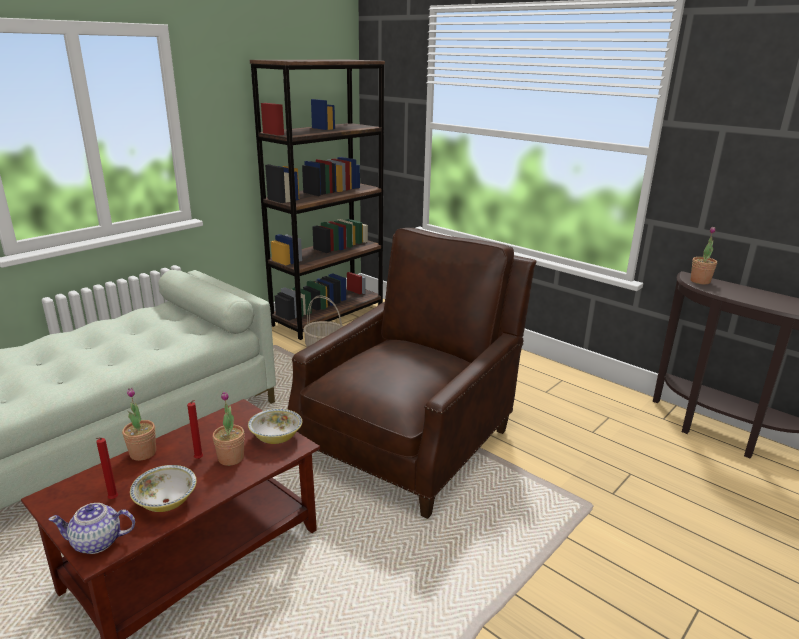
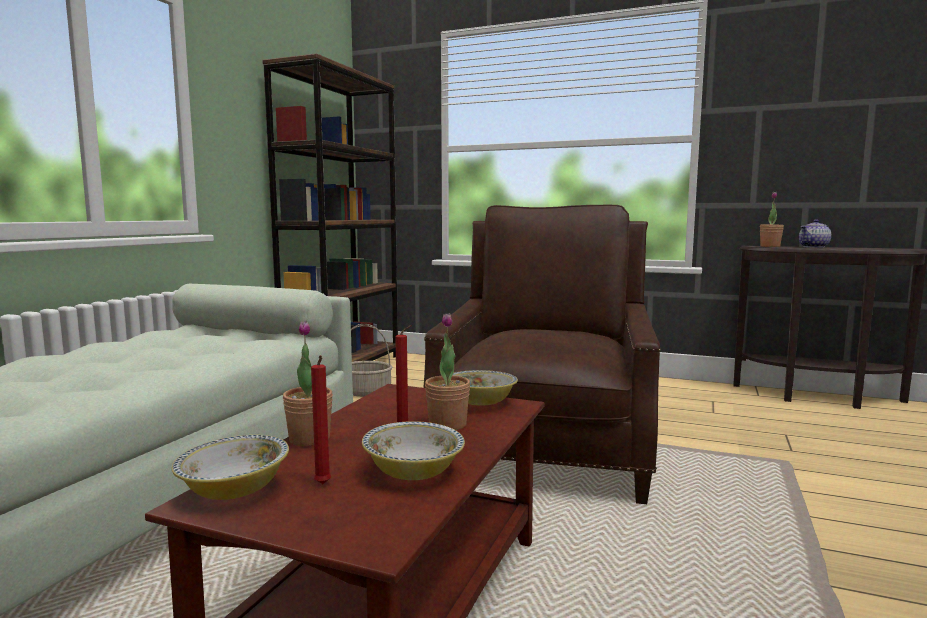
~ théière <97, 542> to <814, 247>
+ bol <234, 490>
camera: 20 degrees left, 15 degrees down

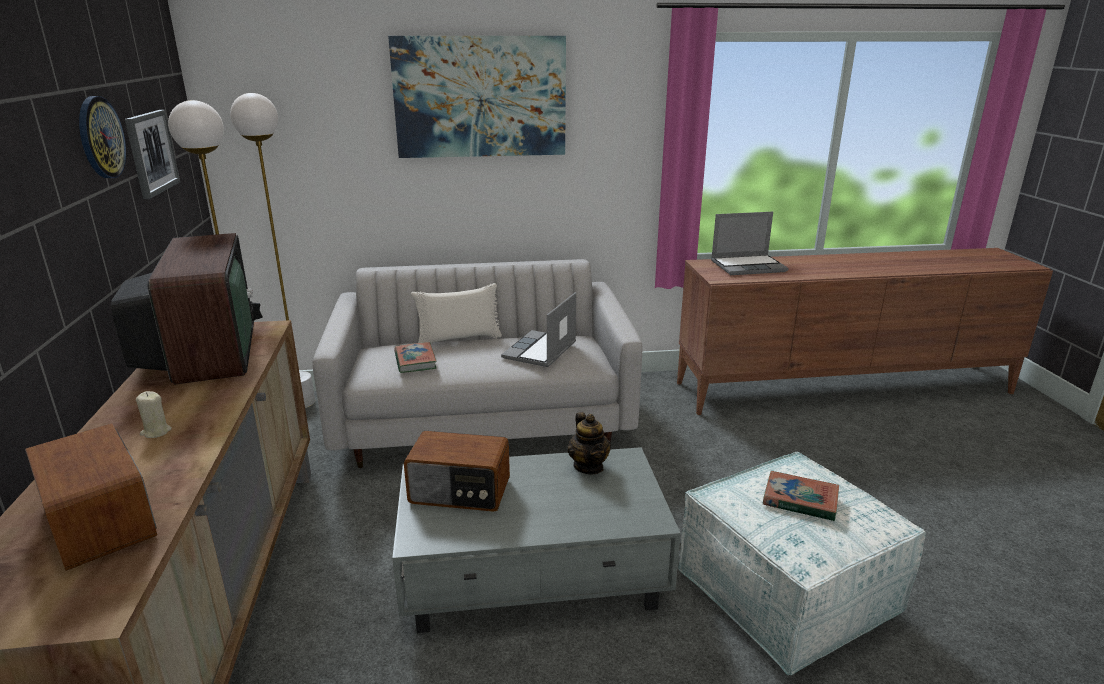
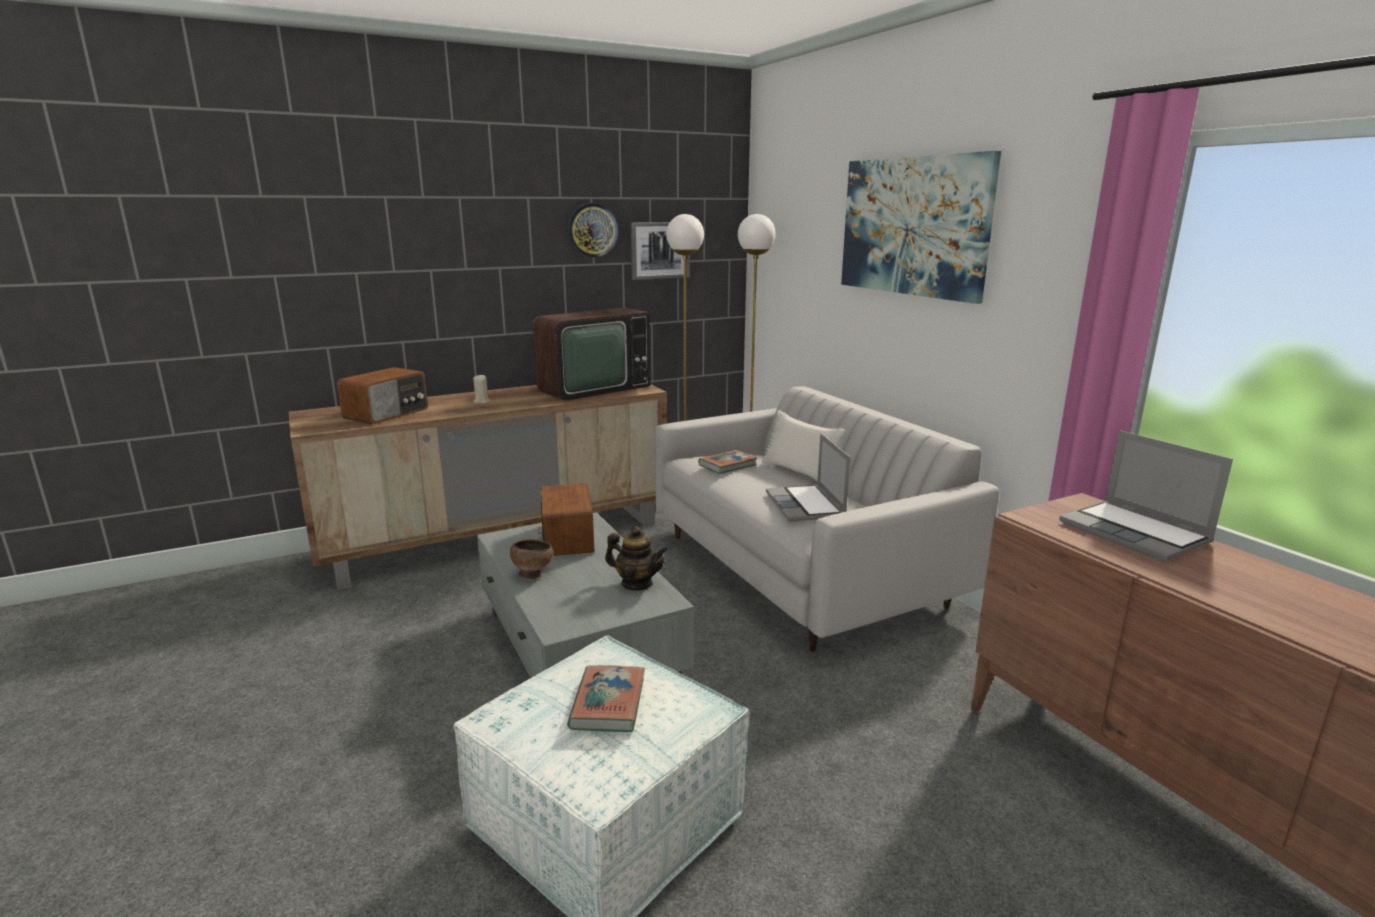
~ ordinateur portable <540, 351> = <806, 505> 105 degrees counterclockwise
~ théière <589, 466> = <637, 584> 120 degrees counterclockwise
+ bol (marron) <532, 575>
camera: 70 degrees right, 5 degrees down

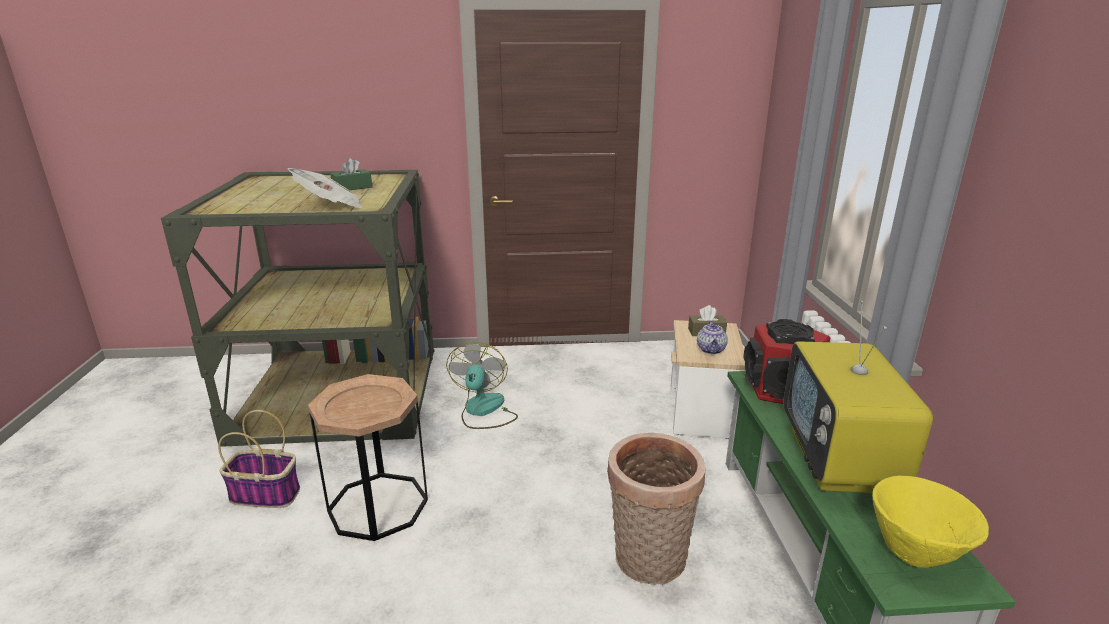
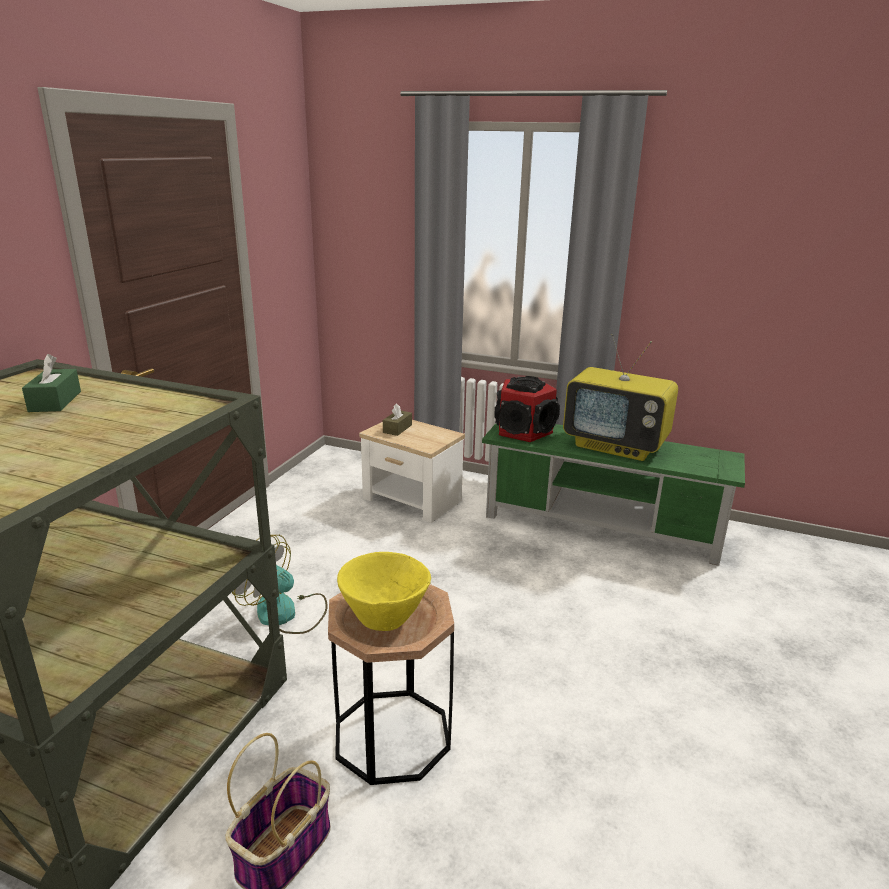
- journal <330, 206>
- théière <711, 350>
- panier <648, 562>
~ bol (jaune) <916, 552> to <385, 618>
camera: 65 degrees left, 0 degrees up

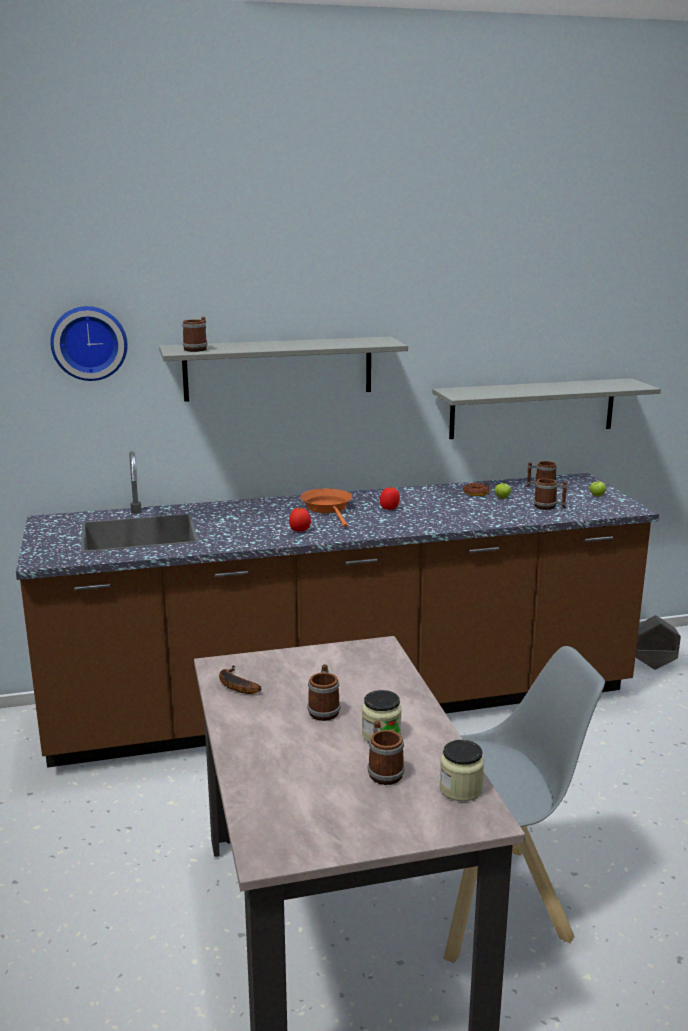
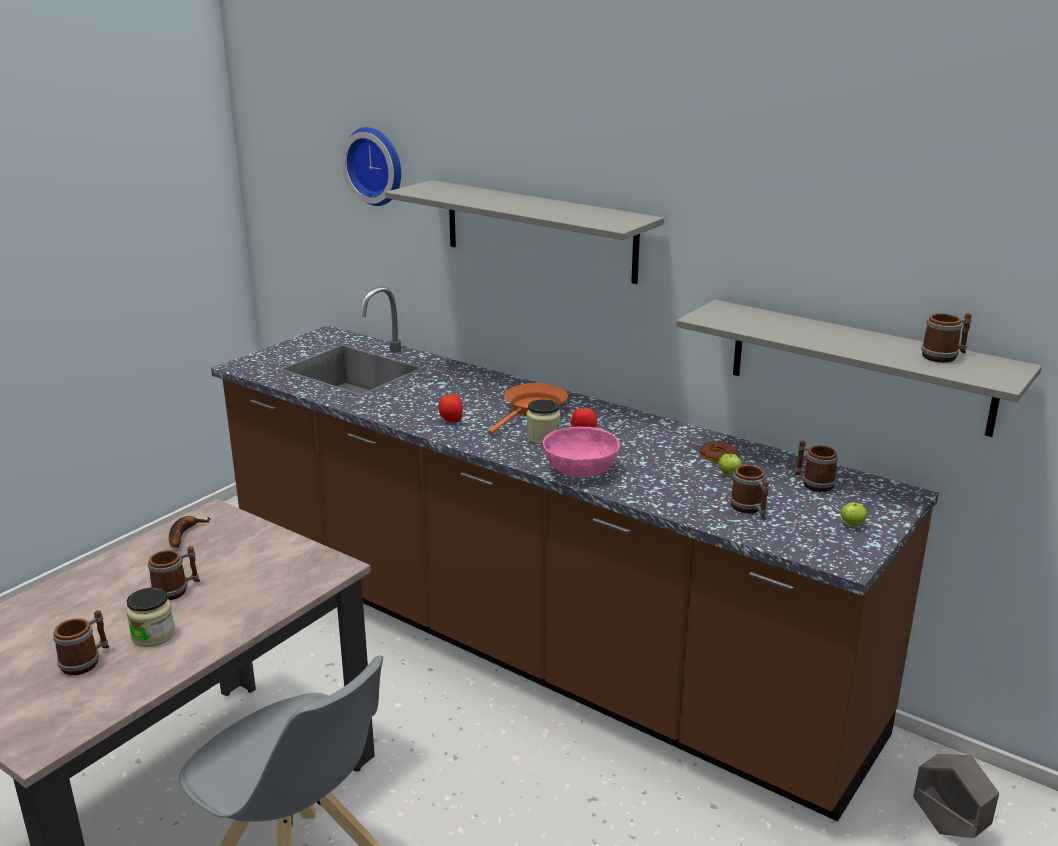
~ mug <197, 349> to <944, 356>
~ bocal <460, 789> to <543, 437>
+ bol (rose) <580, 470>
camera: 50 degrees right, 5 degrees up

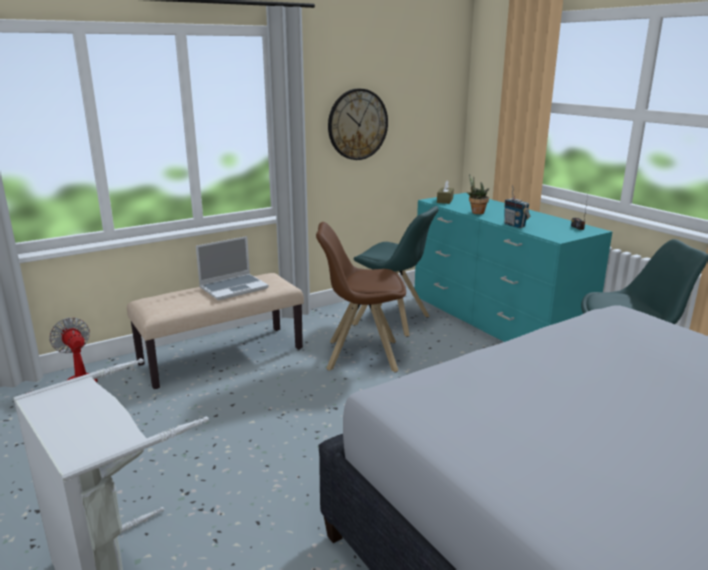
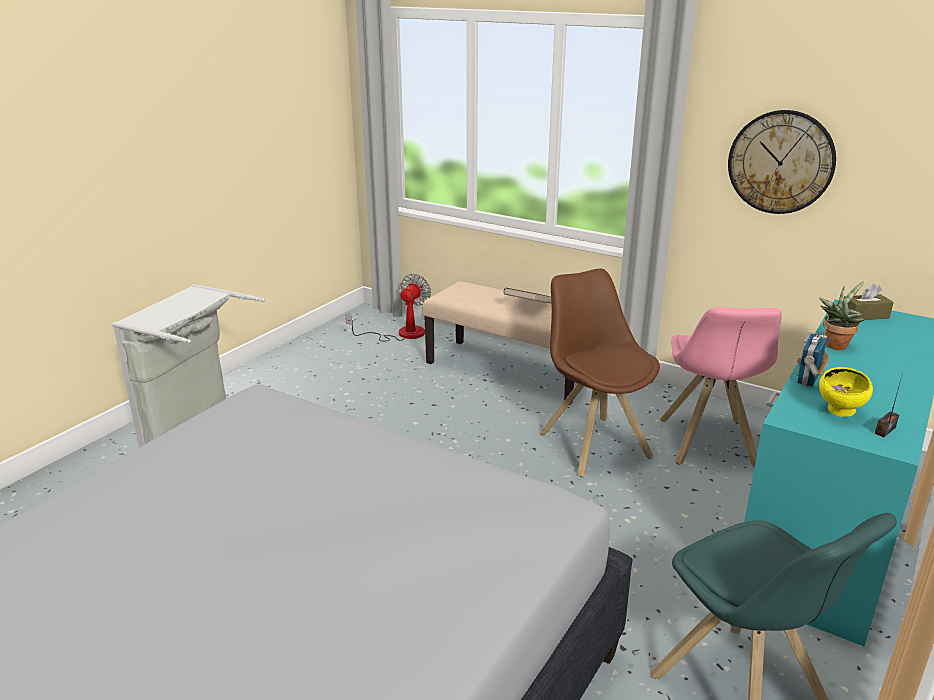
~ chaise (turquoise) <392, 320> to chaise (rose) <708, 442>
~ ordinateur portable <234, 288> to livre (marron) <528, 306>
+ bol (jaune) <840, 413>
camera: 65 degrees right, 5 degrees up

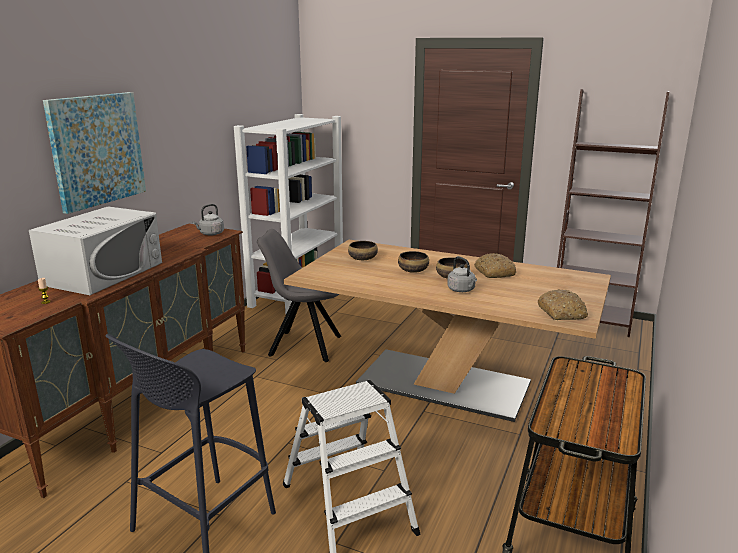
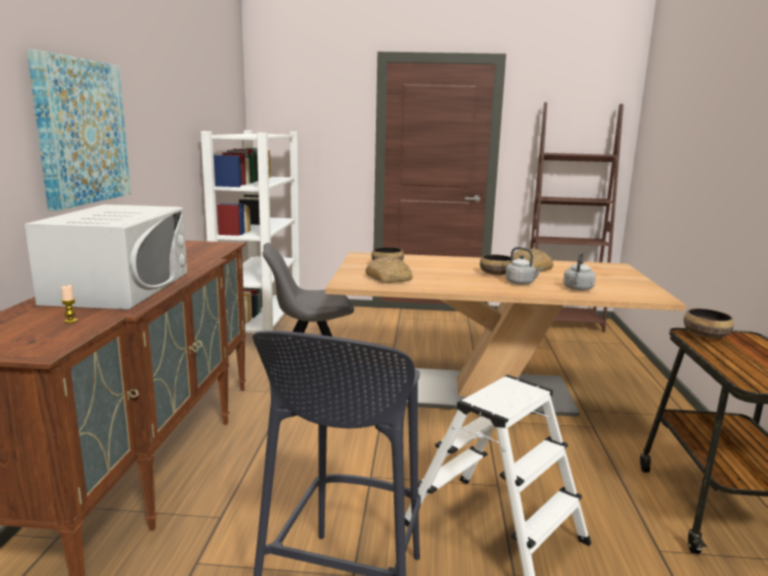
~ bouilloire (gris) <210, 234> to <577, 289>
~ bol <413, 270> to <705, 335>
~ pain <562, 313> to <389, 278>
camera: 20 degrees left, 5 degrees down

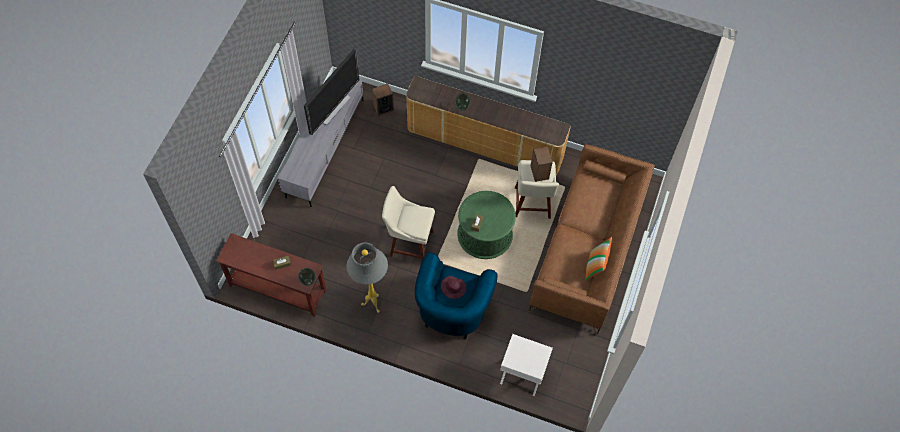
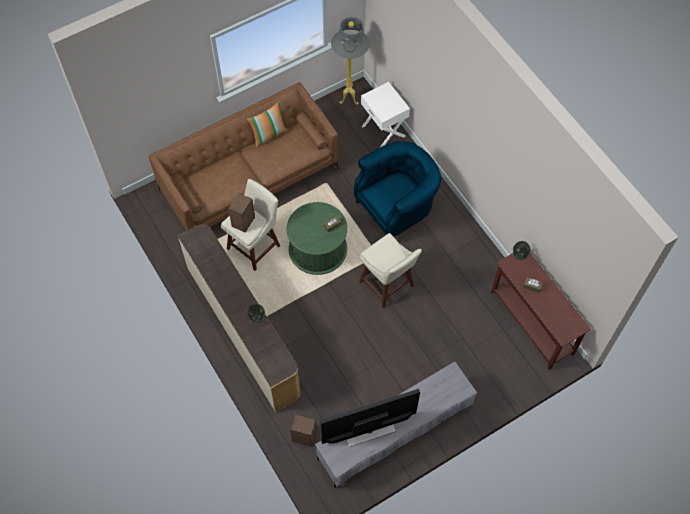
~ lampadaire (gris) <372, 304> to <350, 100>
- chapeau (violet) <453, 288>
camera: 140 degrees left, 0 degrees up

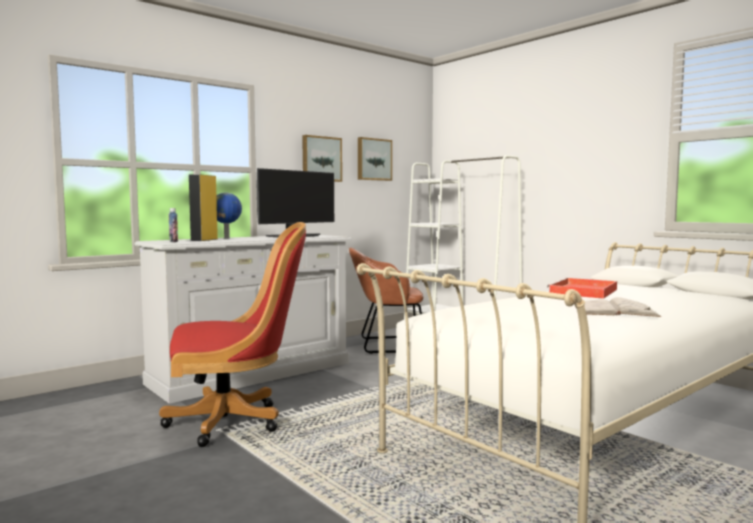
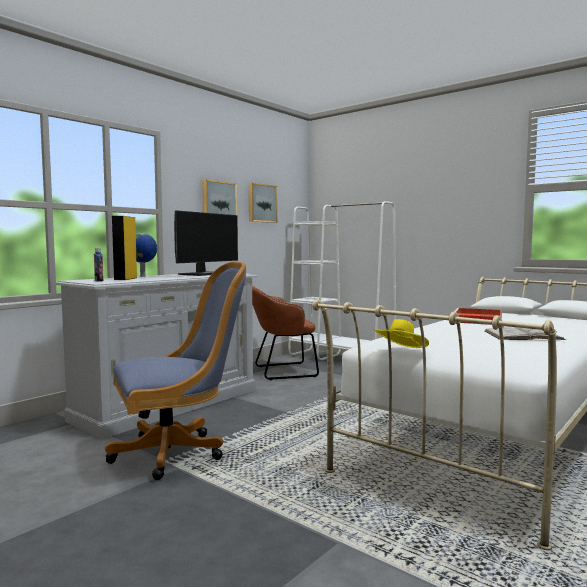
~ chaise de bureau (rouge) <236, 421> to chaise de bureau (bleu) <178, 452>
+ chapeau (jaune) <400, 351>
camera: 10 degrees left, 0 degrees up

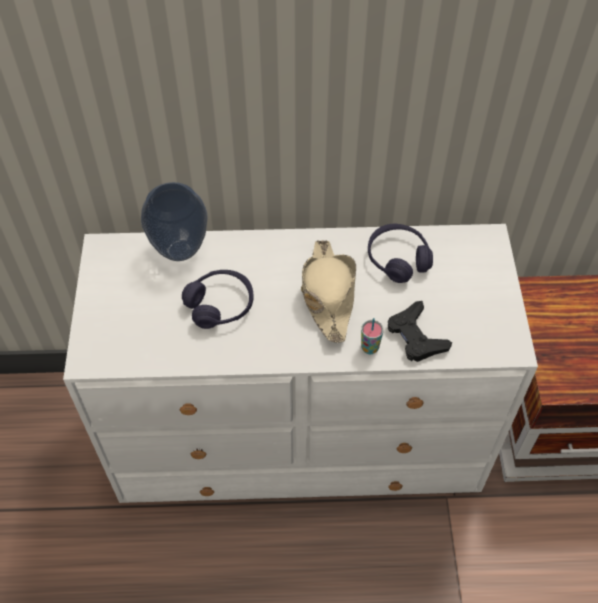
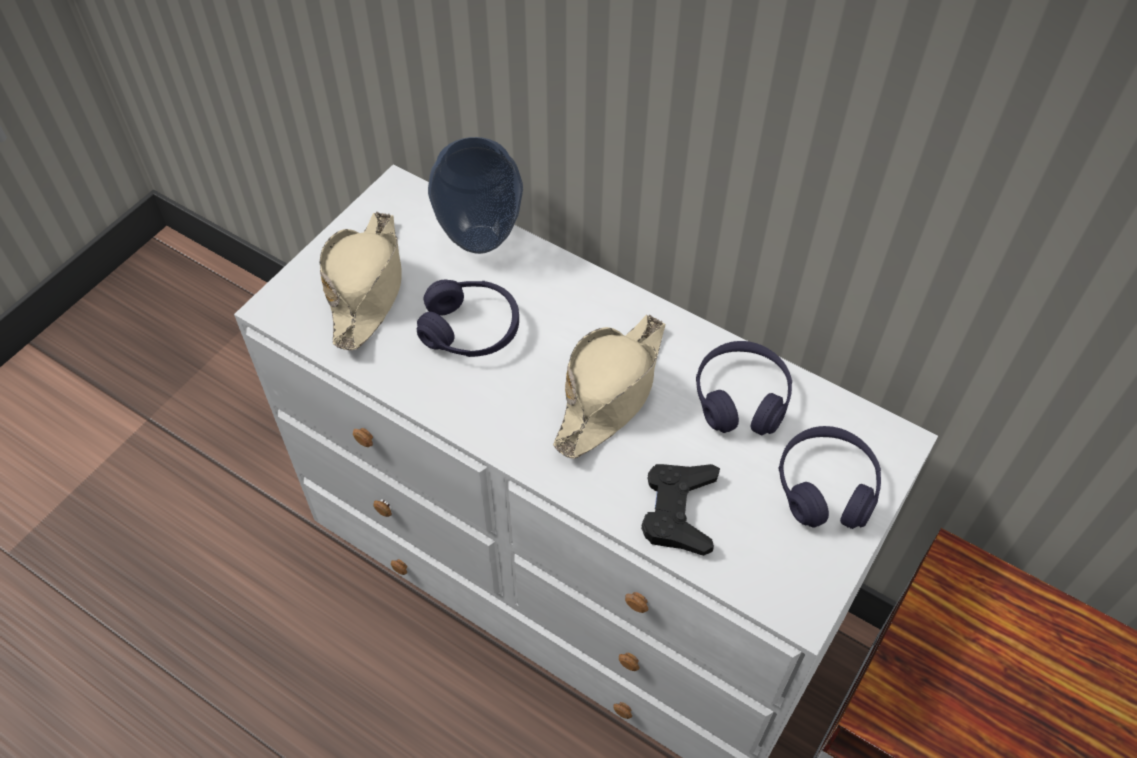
- tasse <369, 348>
+ chapeau (beige) <367, 286>
+ casque audio (violet) <825, 487>
camera: 35 degrees right, 0 degrees up

